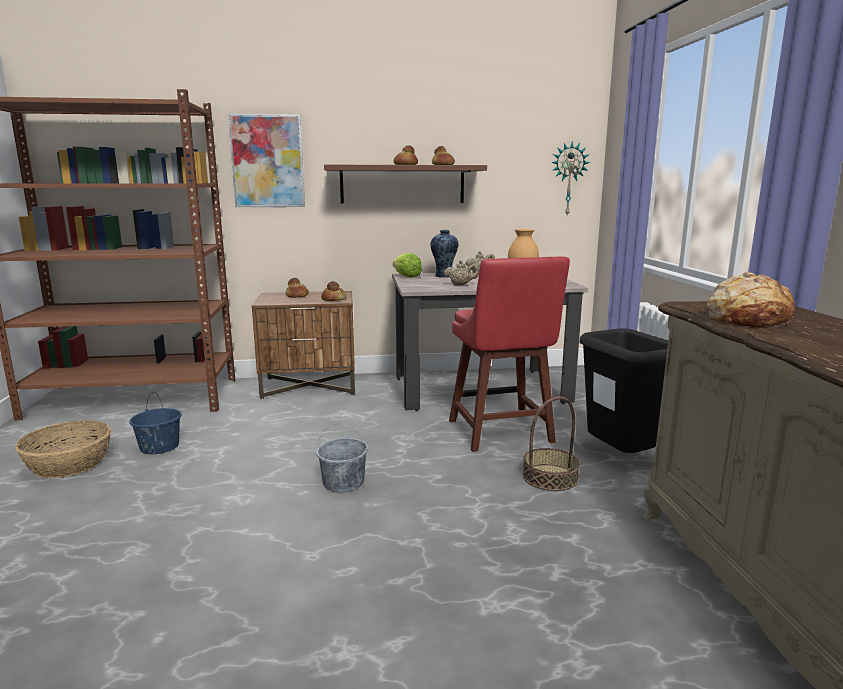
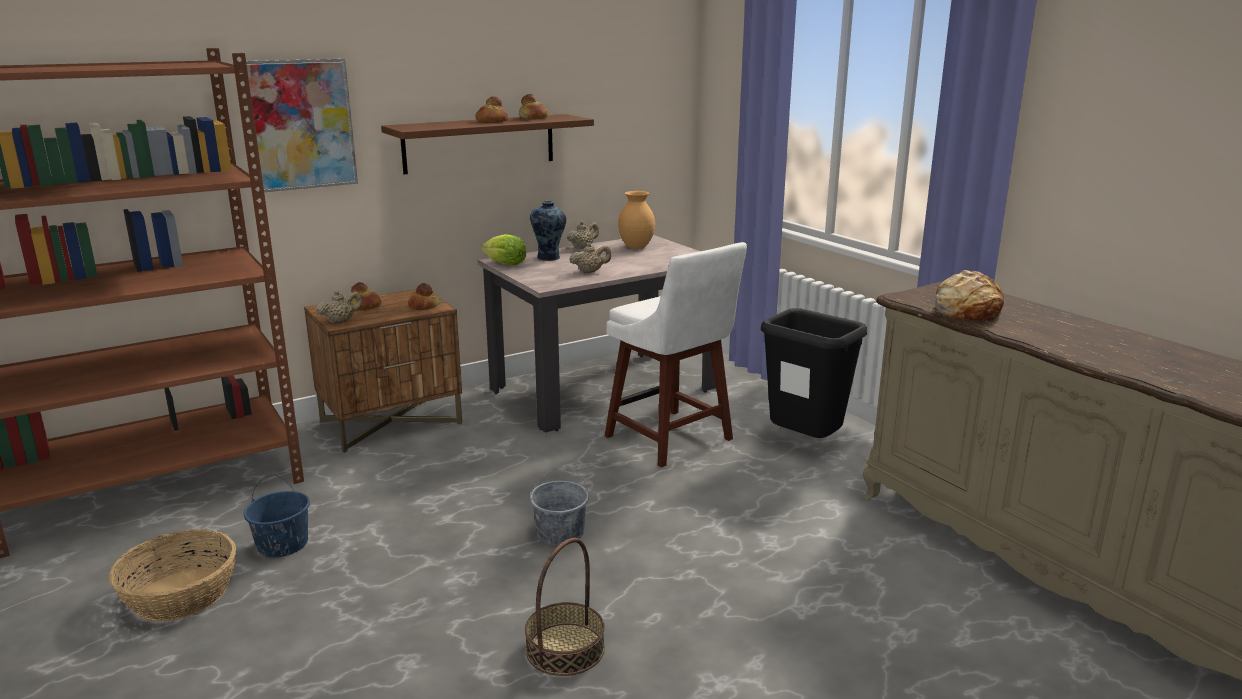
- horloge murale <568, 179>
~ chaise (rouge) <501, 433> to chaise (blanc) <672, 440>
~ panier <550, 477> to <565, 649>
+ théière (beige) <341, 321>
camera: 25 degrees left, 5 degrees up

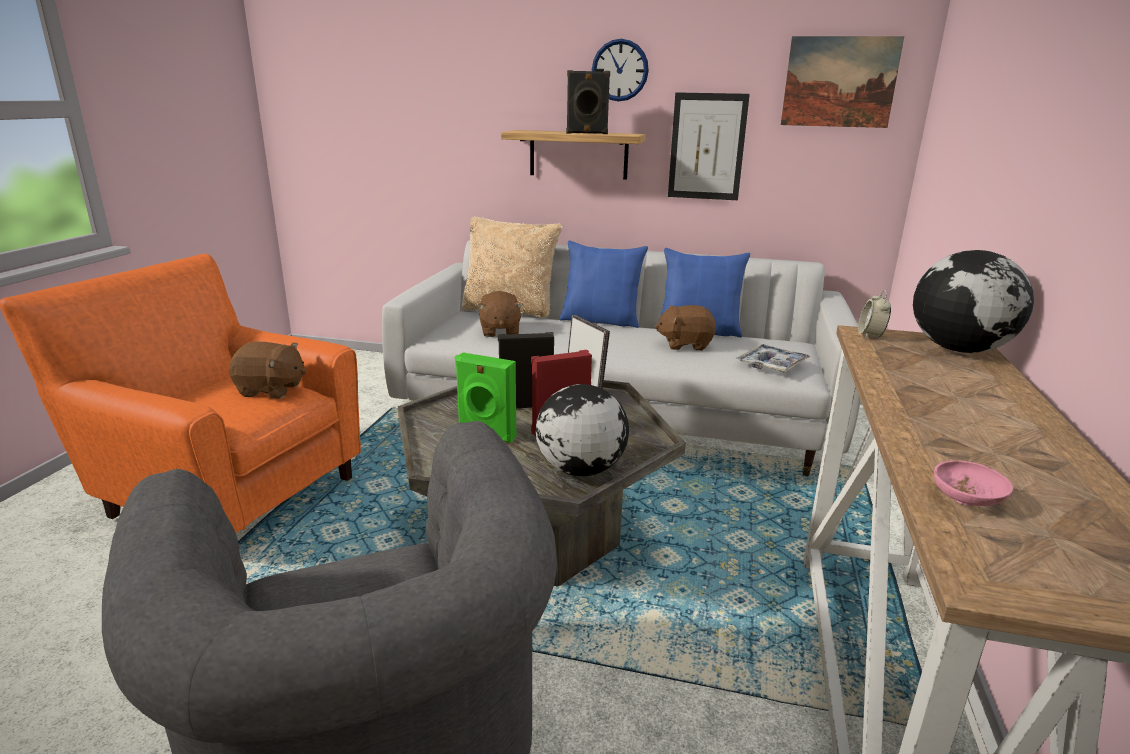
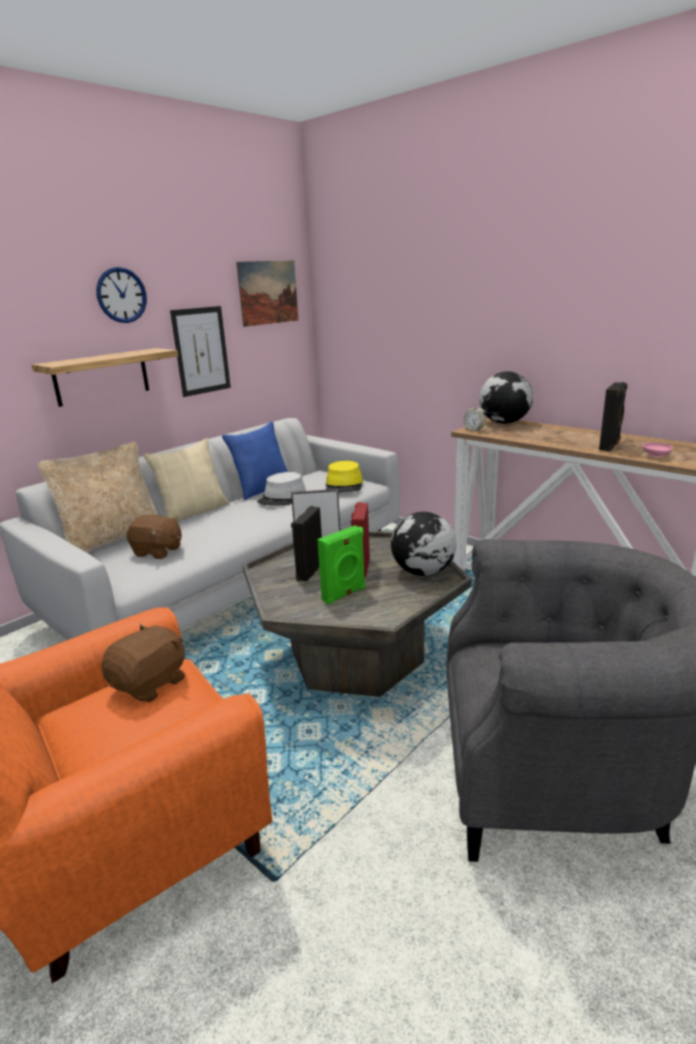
~ enceinte (noir) <587, 133> to <610, 445>
~ coussin (bleu) <601, 320> to coussin (beige) <193, 512>
~ peluche (marron) <685, 344> to chapeau (gris) <282, 498>
~ plateau <772, 365> to chapeau (jaune) <344, 485>
camera: 60 degrees left, 0 degrees up

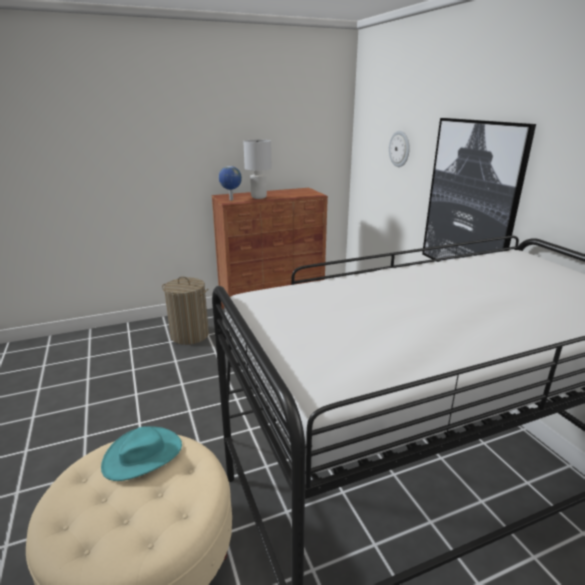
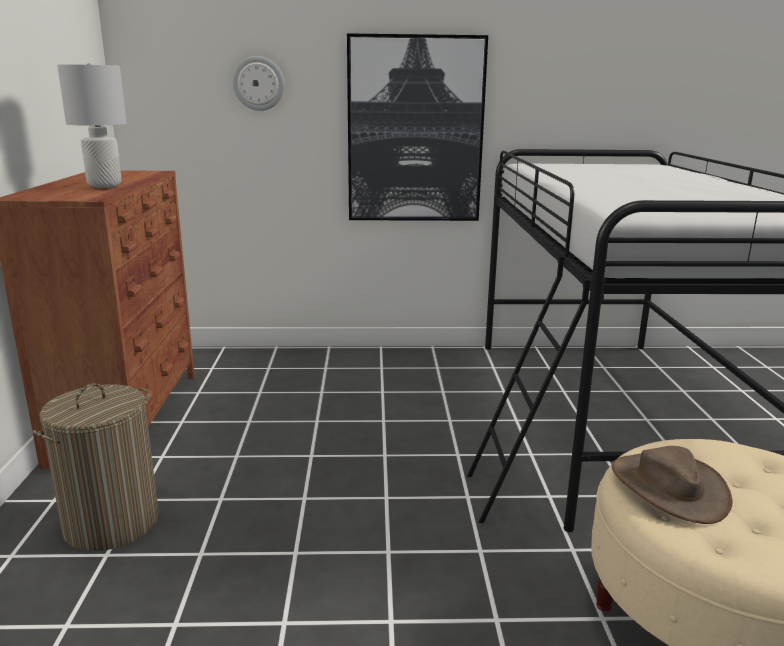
- globe <231, 200>
~ chapeau (turquoise) <143, 455> to chapeau (marron) <668, 487>
camera: 70 degrees left, 5 degrees down

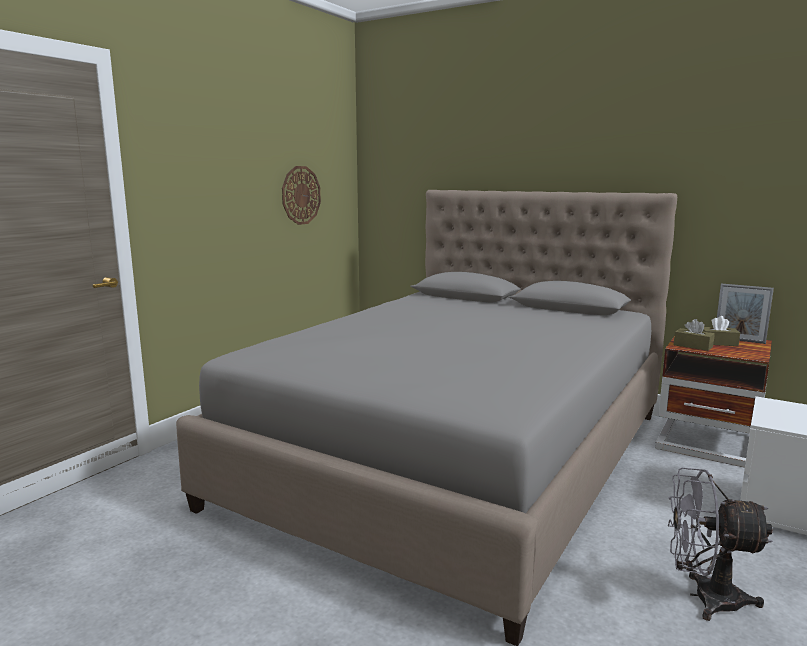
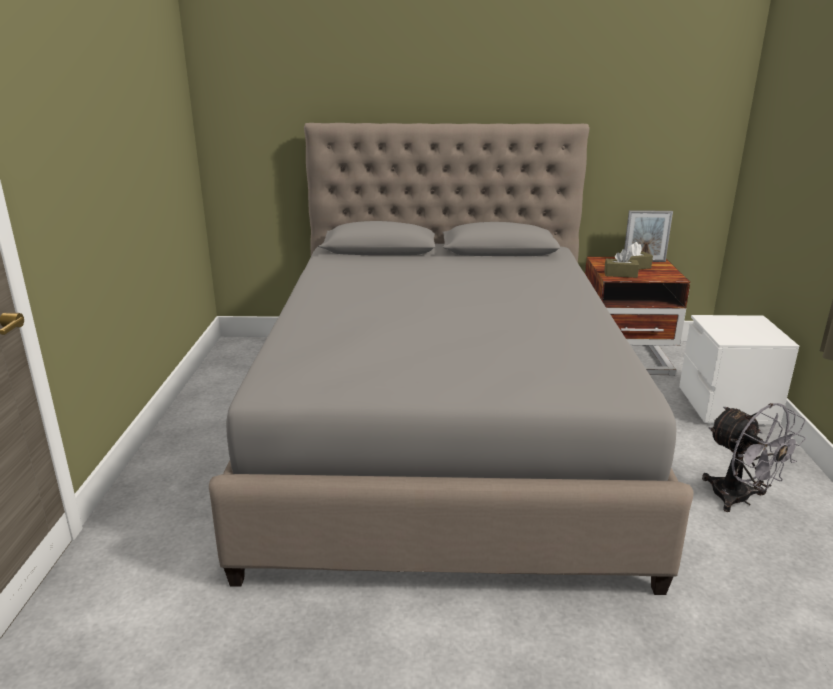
- horloge murale <301, 195>
~ ventilateur (gris) <704, 597> = <739, 499> 105 degrees counterclockwise
camera: 30 degrees left, 10 degrees up

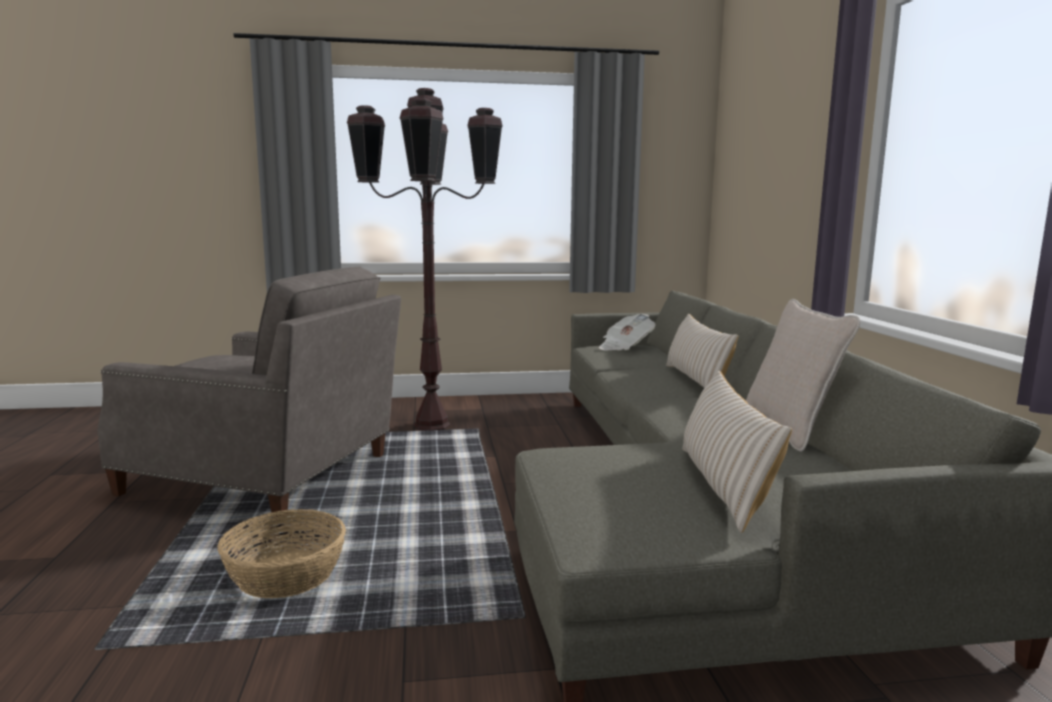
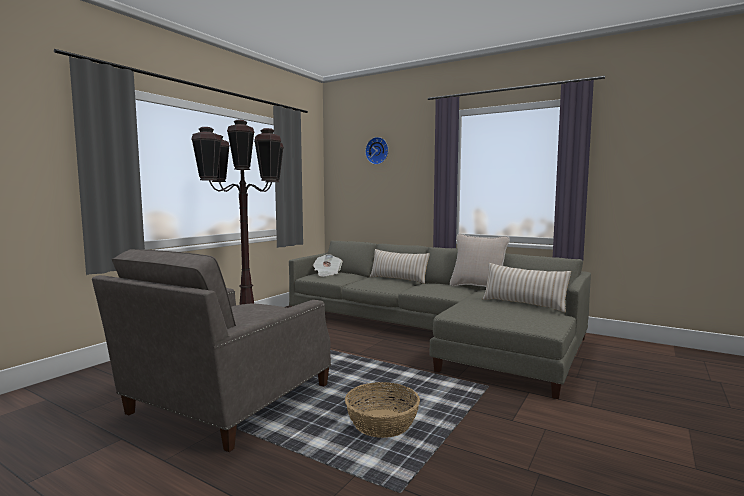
~ fauteuil (gris) <264, 475> = <227, 401> 150 degrees clockwise
+ horloge murale <377, 151>
camera: 50 degrees left, 5 degrees down

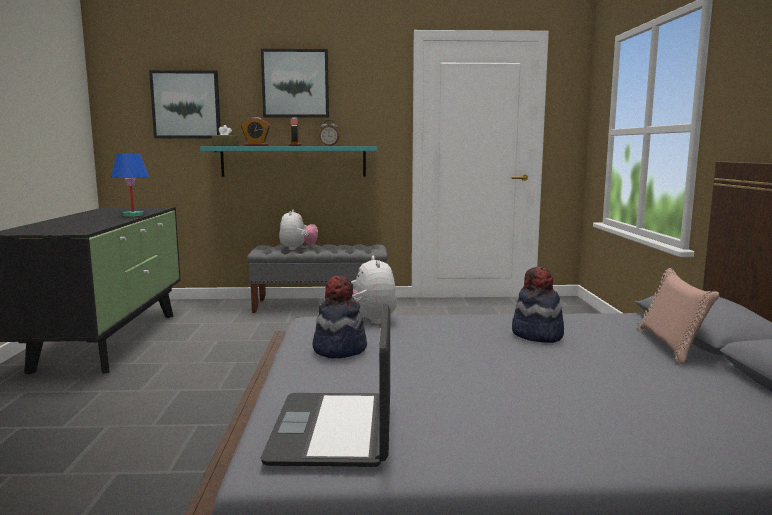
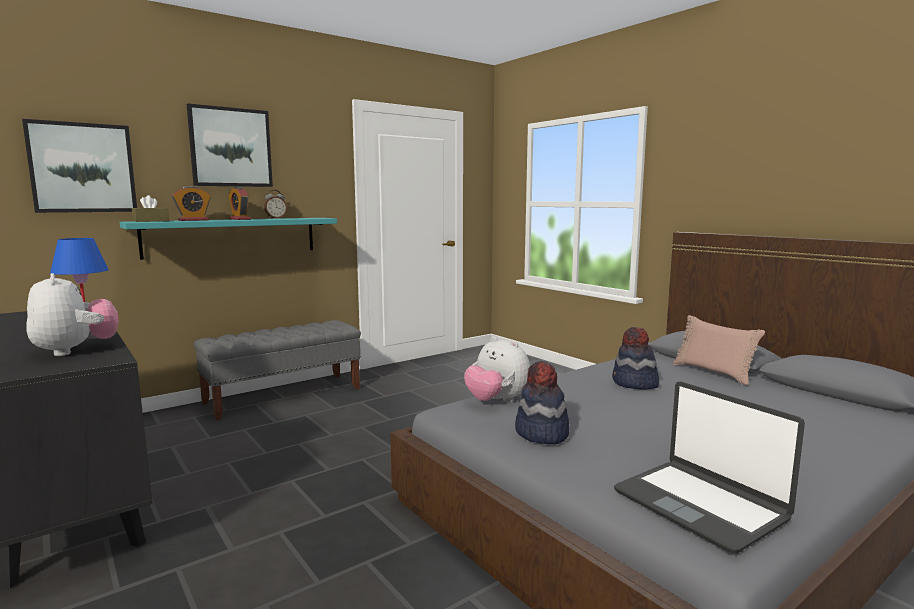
~ peluche <298, 249> to <75, 351>
camera: 35 degrees left, 0 degrees up

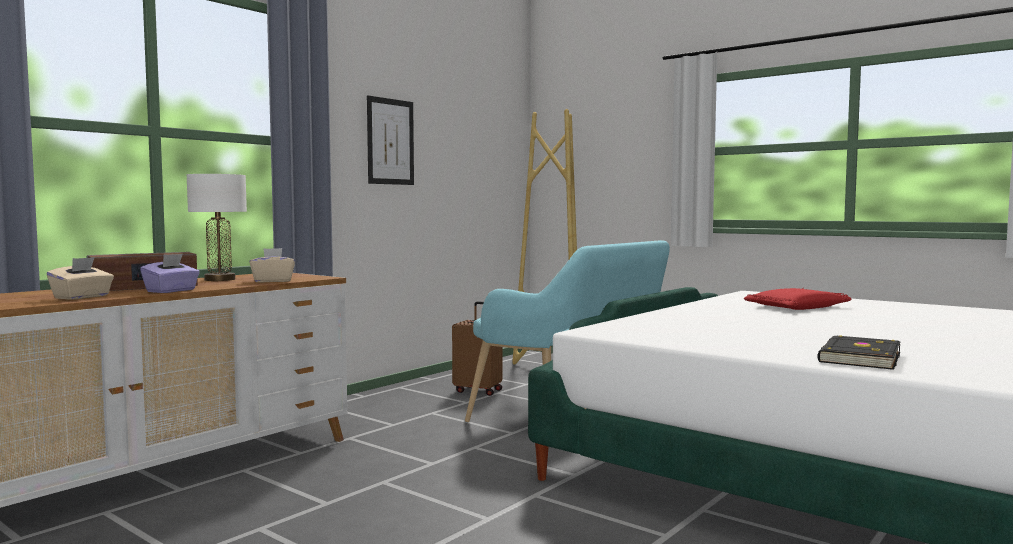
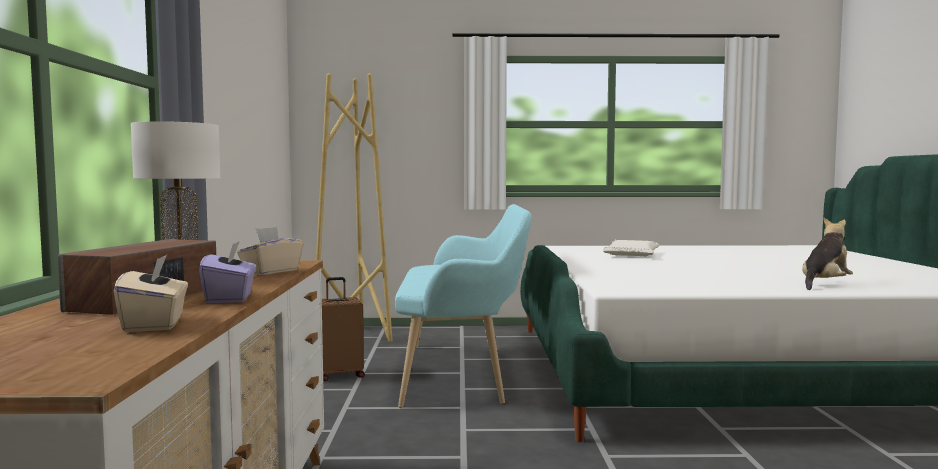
- tableau <390, 141>
~ coussin (rouge) <796, 306> to coussin (blanc) <631, 254>
~ livre (noir) <857, 357> to peluche <825, 284>
camera: 40 degrees left, 0 degrees up

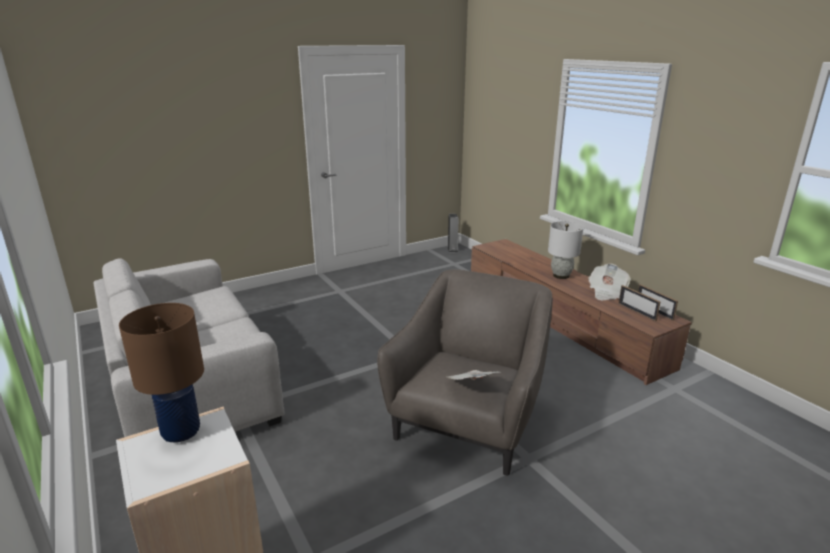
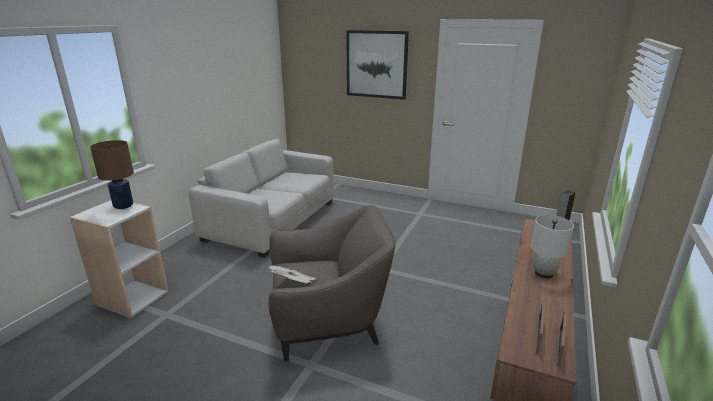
- journal <606, 292>
+ tableau <376, 64>
camera: 55 degrees right, 0 degrees up

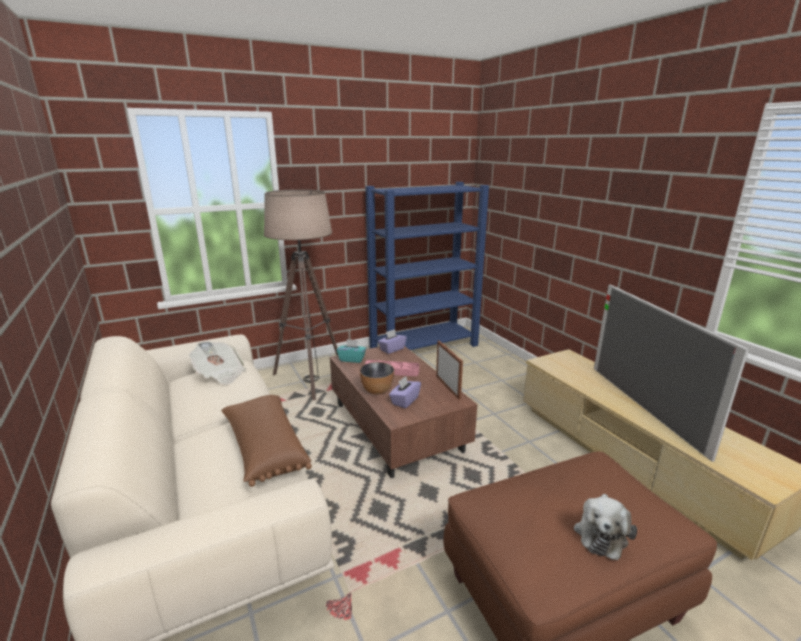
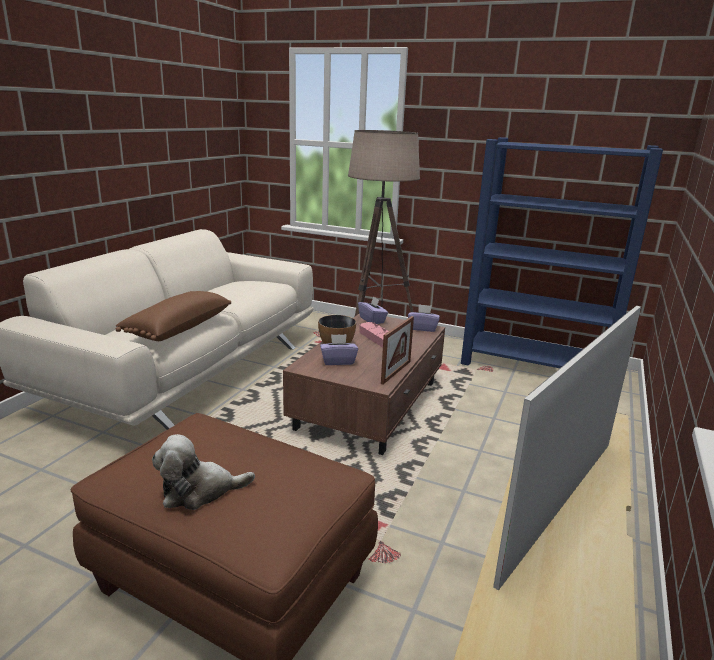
~ boîte à mouchoirs (turquoise) <352, 359> to boîte à mouchoirs (violet) <372, 320>
- journal <220, 374>
camera: 50 degrees right, 0 degrees up

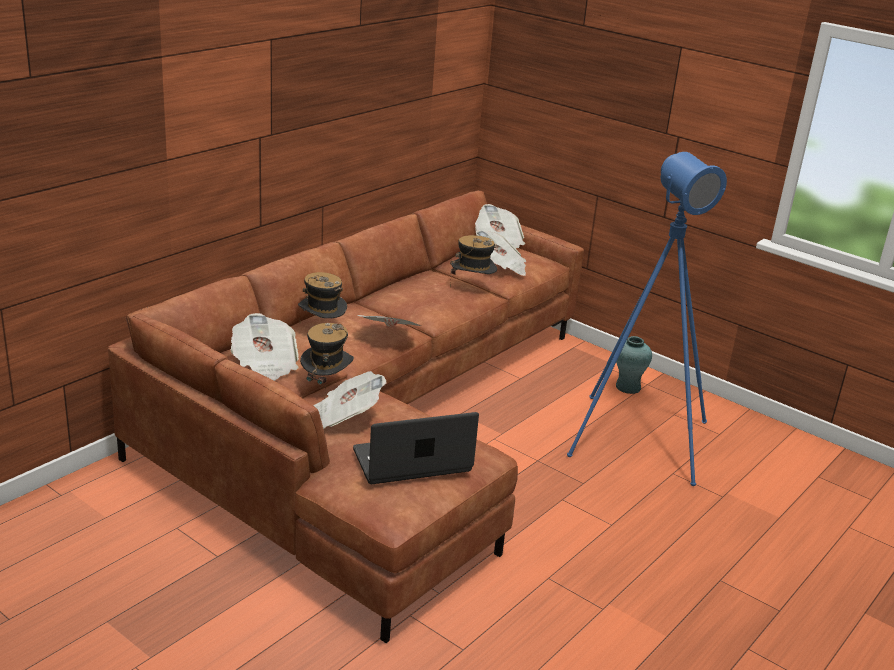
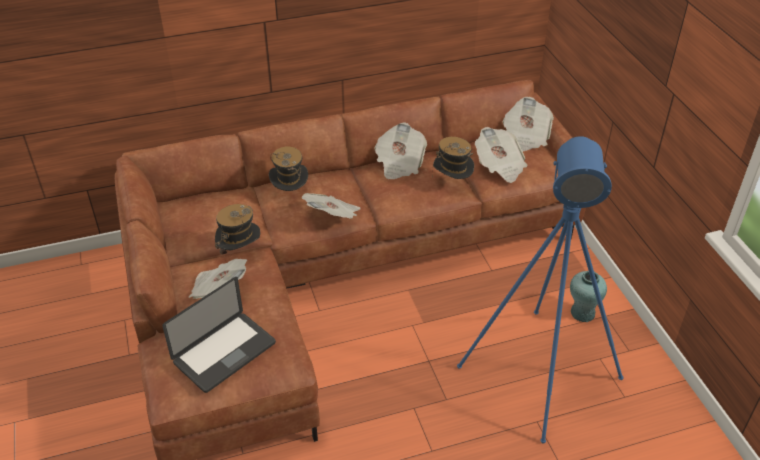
~ journal <265, 365> to <399, 163>
~ ordinateur portable <412, 461> = <224, 353> 120 degrees clockwise
camera: 35 degrees right, 15 degrees up

